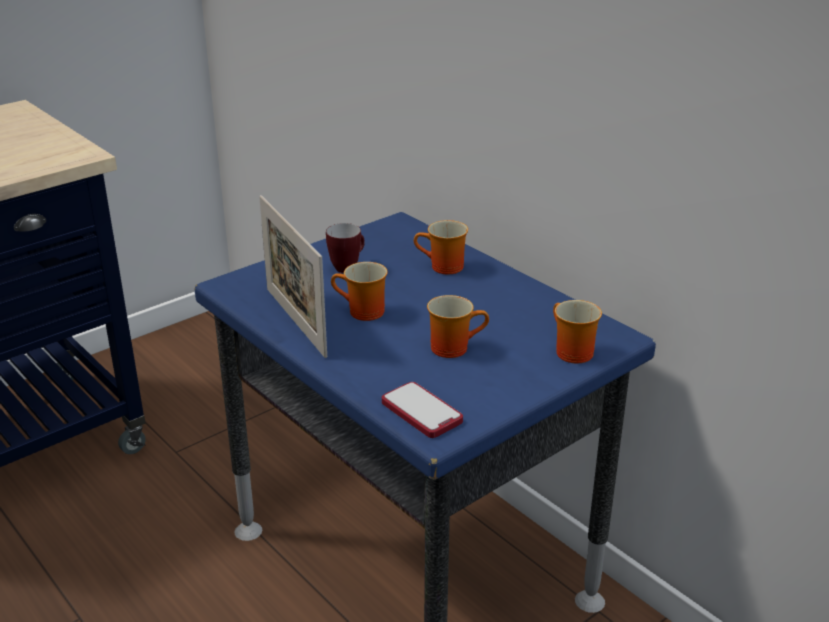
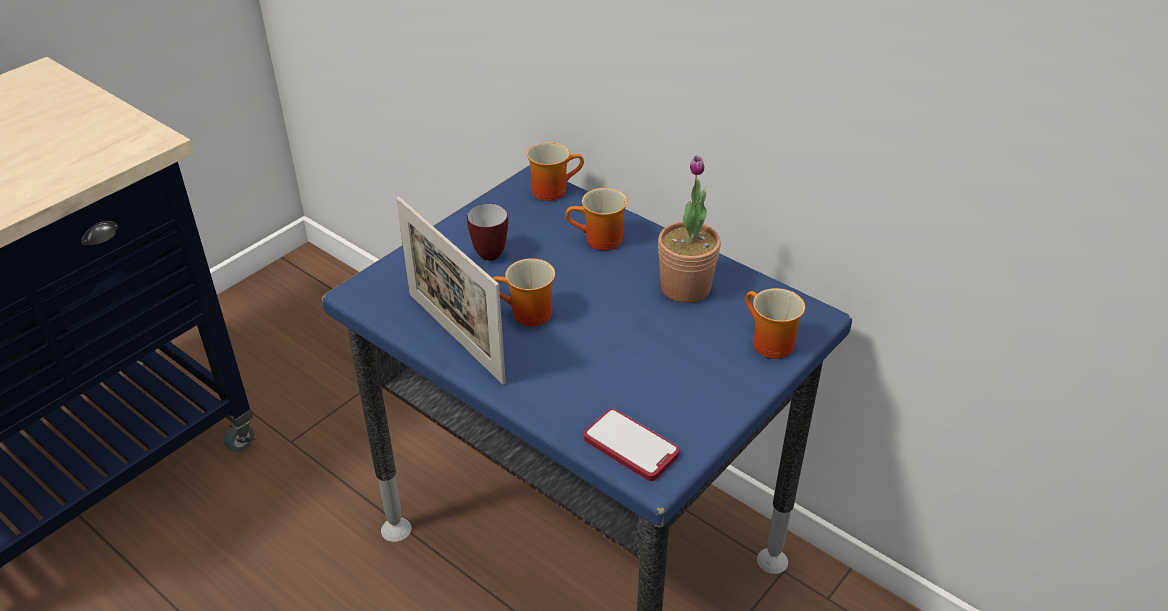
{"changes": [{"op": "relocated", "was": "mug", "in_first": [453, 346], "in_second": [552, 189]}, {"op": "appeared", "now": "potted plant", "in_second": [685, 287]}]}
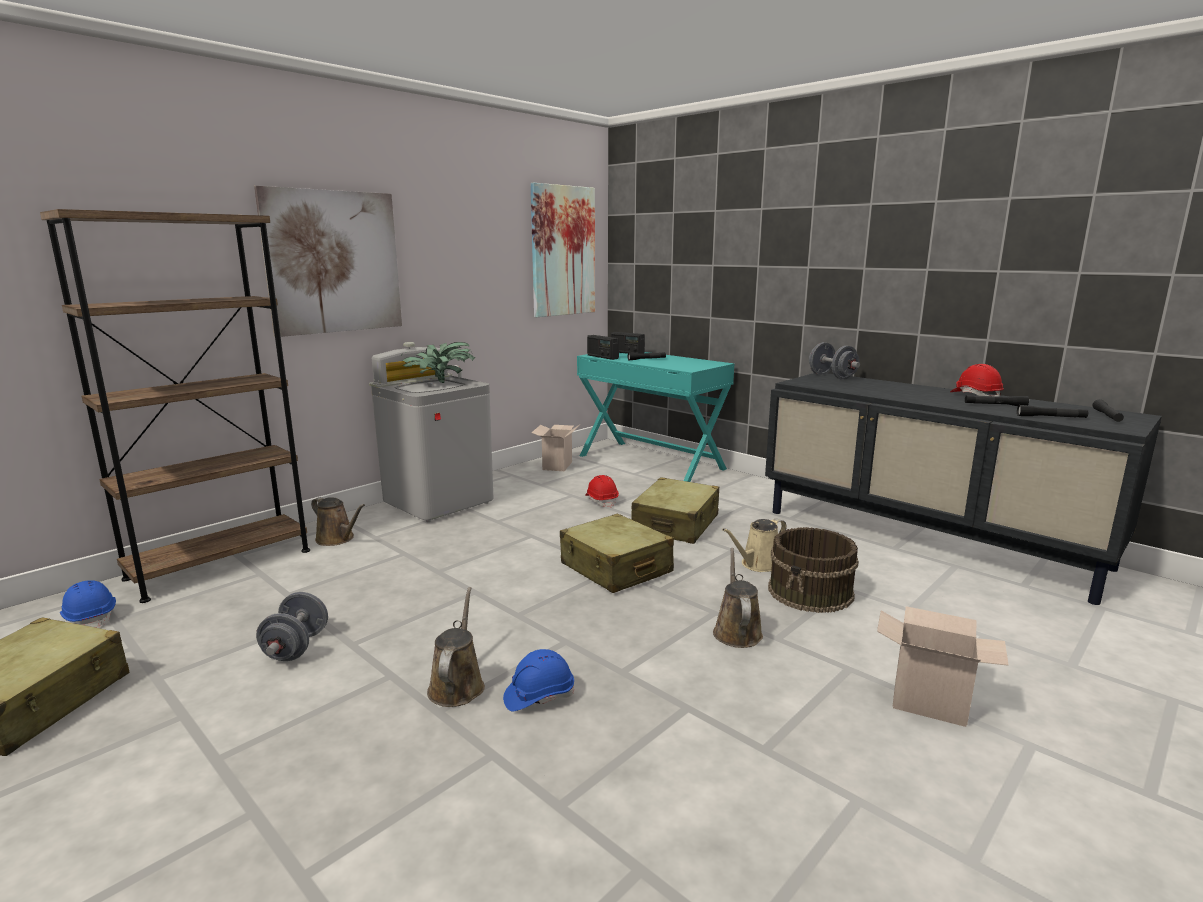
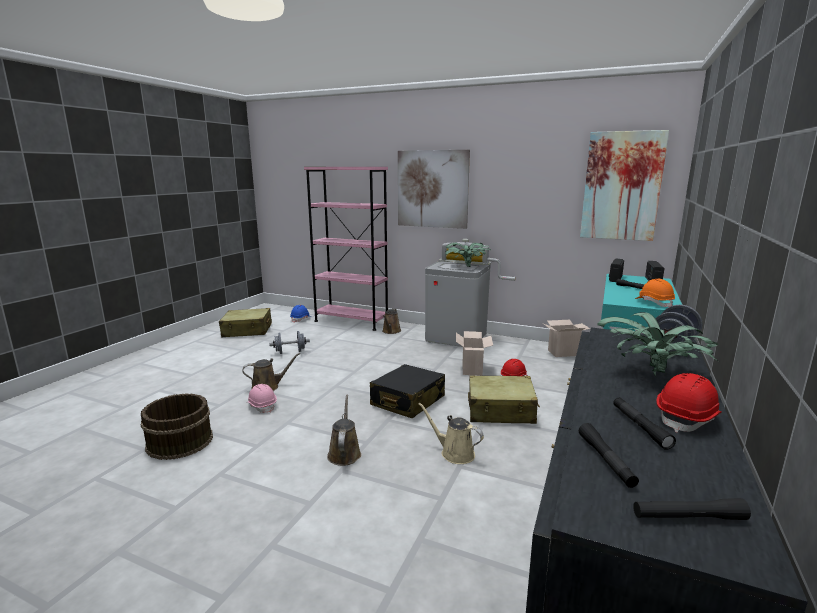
{"changes": [{"op": "colour", "was": "brown bookcase", "now": "pink bookcase", "in_first": [220, 564], "in_second": [351, 321]}, {"op": "colour", "was": "beige suitcase", "now": "black suitcase", "in_first": [615, 568], "in_second": [407, 401]}, {"op": "relocated", "was": "brown bucket", "in_first": [811, 592], "in_second": [179, 442]}, {"op": "spun", "was": "brown watering can", "in_first": [736, 631], "in_second": [344, 453], "clockwise": -75}, {"op": "relocated", "was": "cardboard box", "in_first": [931, 703], "in_second": [473, 370]}, {"op": "colour", "was": "blue hard hat", "now": "pink hard hat", "in_first": [539, 696], "in_second": [262, 406]}, {"op": "appeared", "now": "orange hard hat", "in_second": [654, 303]}, {"op": "appeared", "now": "potted plant", "in_second": [655, 375]}]}
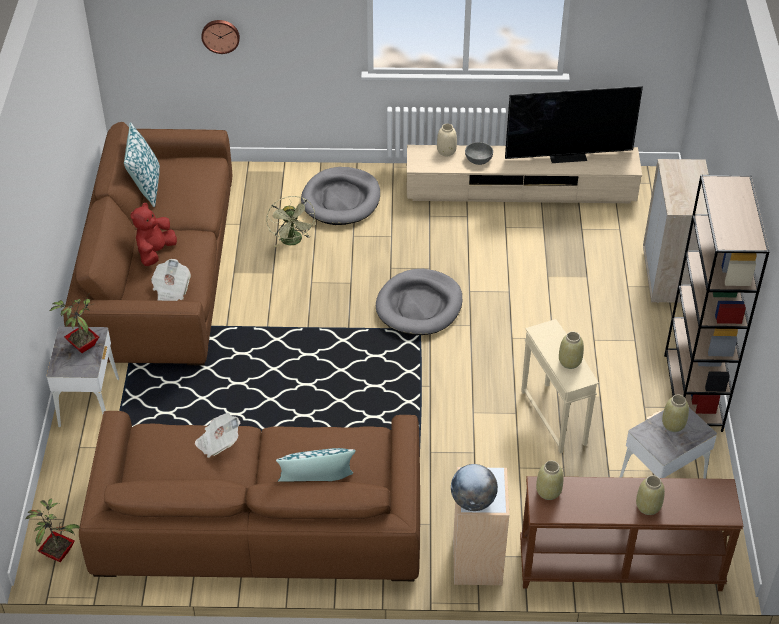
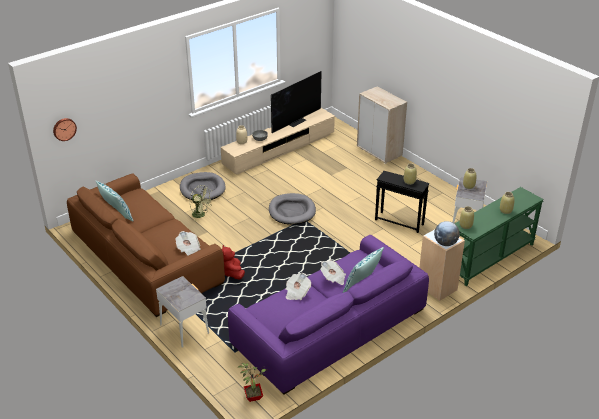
{"changes": [{"op": "relocated", "was": "wall clock", "in_first": [220, 35], "in_second": [64, 129]}, {"op": "missing", "was": "beige bookcase", "in_first": [693, 393]}, {"op": "relocated", "was": "red plush toy", "in_first": [155, 252], "in_second": [233, 273]}, {"op": "missing", "was": "potted plant", "in_first": [82, 345]}, {"op": "colour", "was": "beige side table", "now": "black side table", "in_first": [554, 417], "in_second": [399, 222]}, {"op": "colour", "was": "brown sofa", "now": "purple sofa", "in_first": [258, 520], "in_second": [329, 327]}, {"op": "colour", "was": "brown console table", "now": "green console table", "in_first": [619, 568], "in_second": [490, 258]}, {"op": "appeared", "now": "newspaper", "in_second": [333, 278]}]}
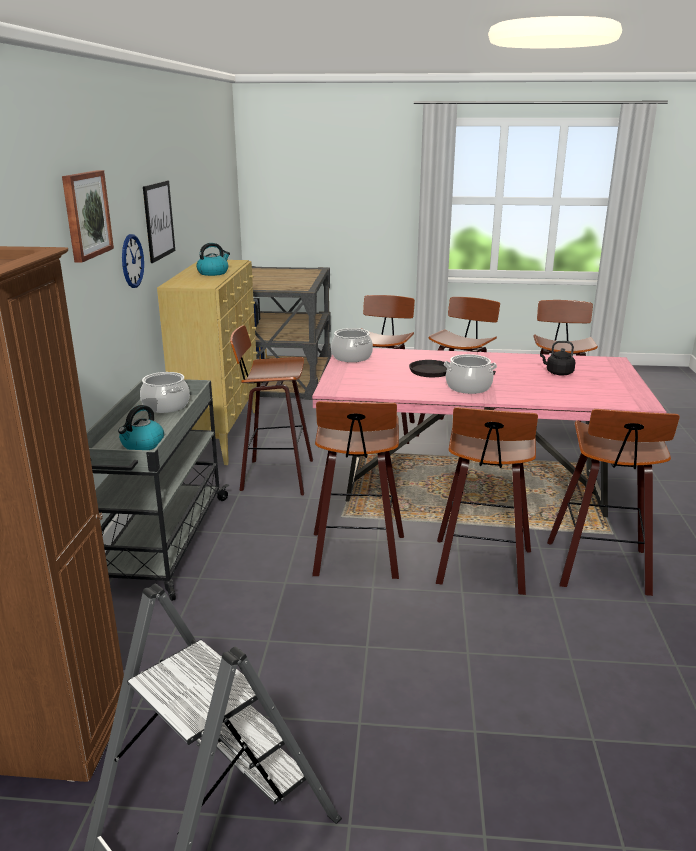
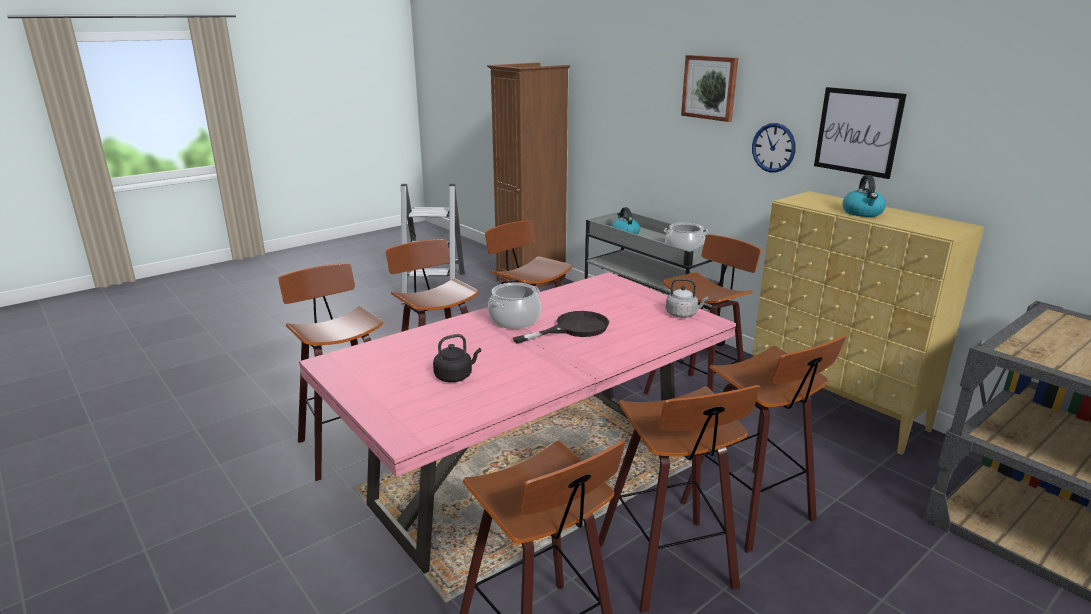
{"changes": [{"op": "exchanged", "was": "cooking pot", "now": "grey kettle", "in_first": [351, 357], "in_second": [683, 314]}]}
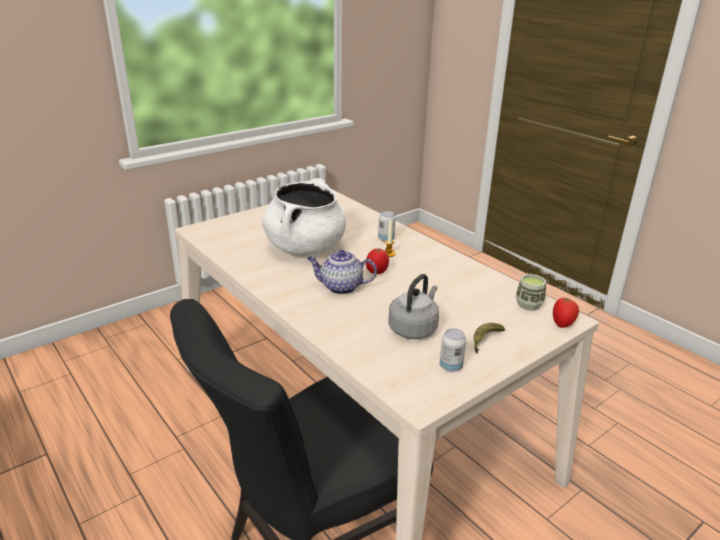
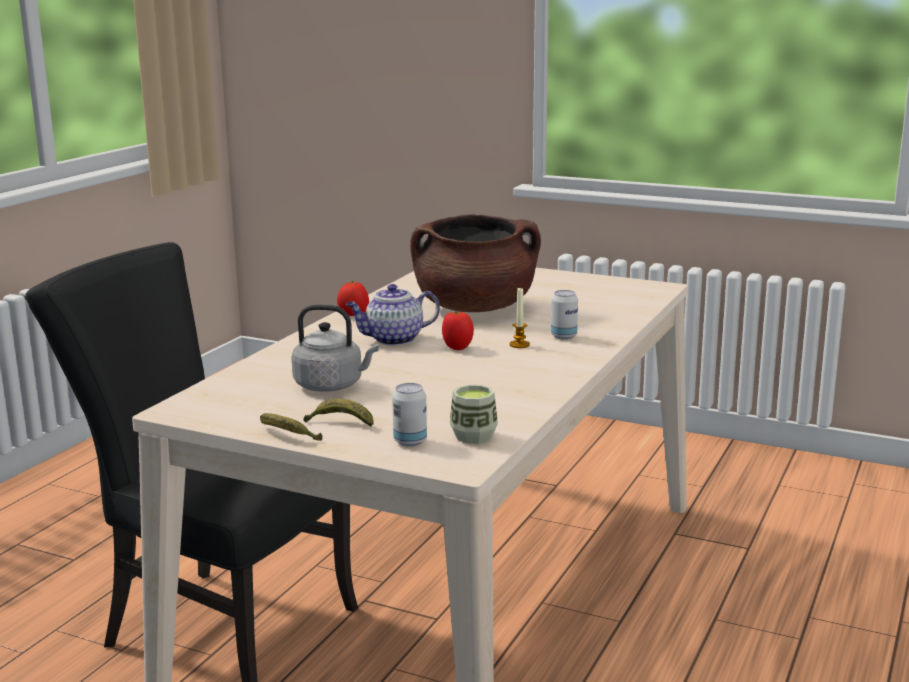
{"changes": [{"op": "colour", "was": "white cooking pot", "now": "brown cooking pot", "in_first": [305, 247], "in_second": [475, 308]}, {"op": "spun", "was": "teapot", "in_first": [340, 287], "in_second": [393, 340], "clockwise": -90}, {"op": "relocated", "was": "tomato", "in_first": [562, 324], "in_second": [353, 315]}, {"op": "relocated", "was": "can", "in_first": [450, 367], "in_second": [410, 441]}, {"op": "appeared", "now": "banana", "in_second": [287, 436]}]}
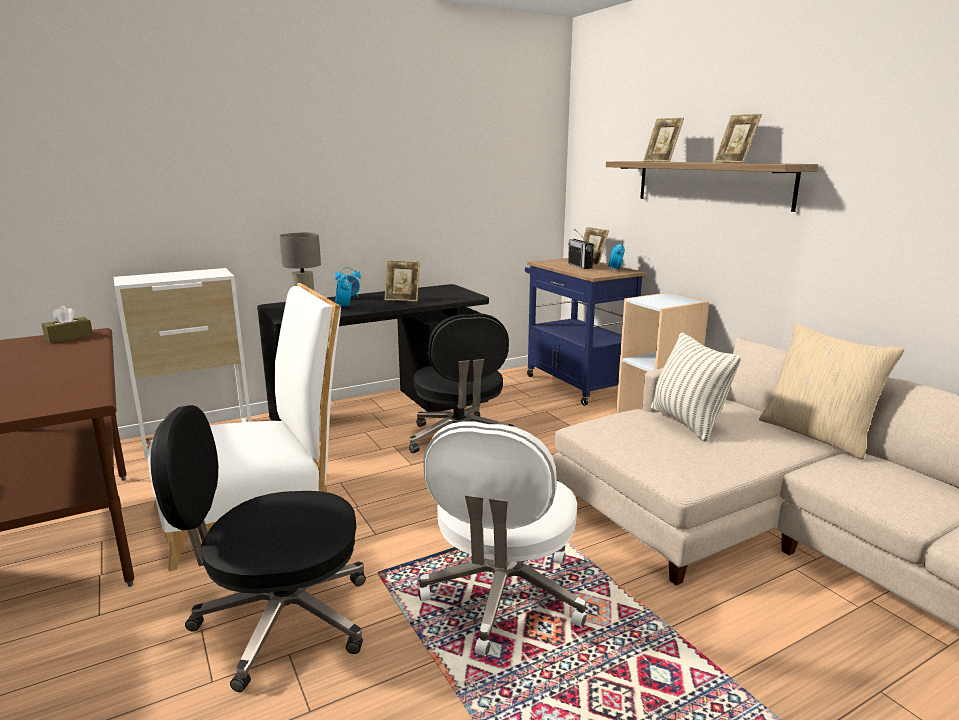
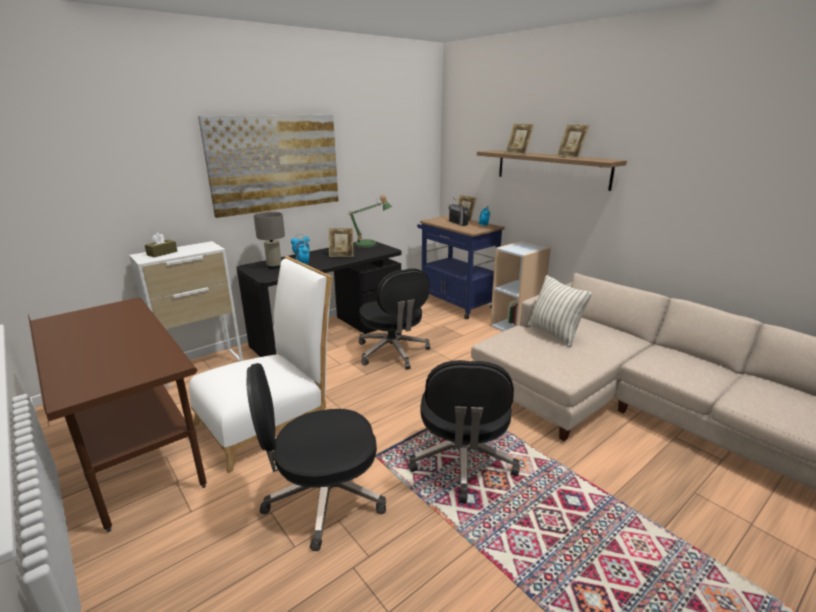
{"changes": [{"op": "relocated", "was": "brown tissue box", "in_first": [69, 337], "in_second": [162, 253]}, {"op": "missing", "was": "beige pillow", "in_first": [817, 435]}, {"op": "colour", "was": "white office chair", "now": "black office chair", "in_first": [503, 597], "in_second": [462, 462]}, {"op": "appeared", "now": "picture", "in_second": [275, 163]}, {"op": "appeared", "now": "table lamp", "in_second": [369, 245]}]}
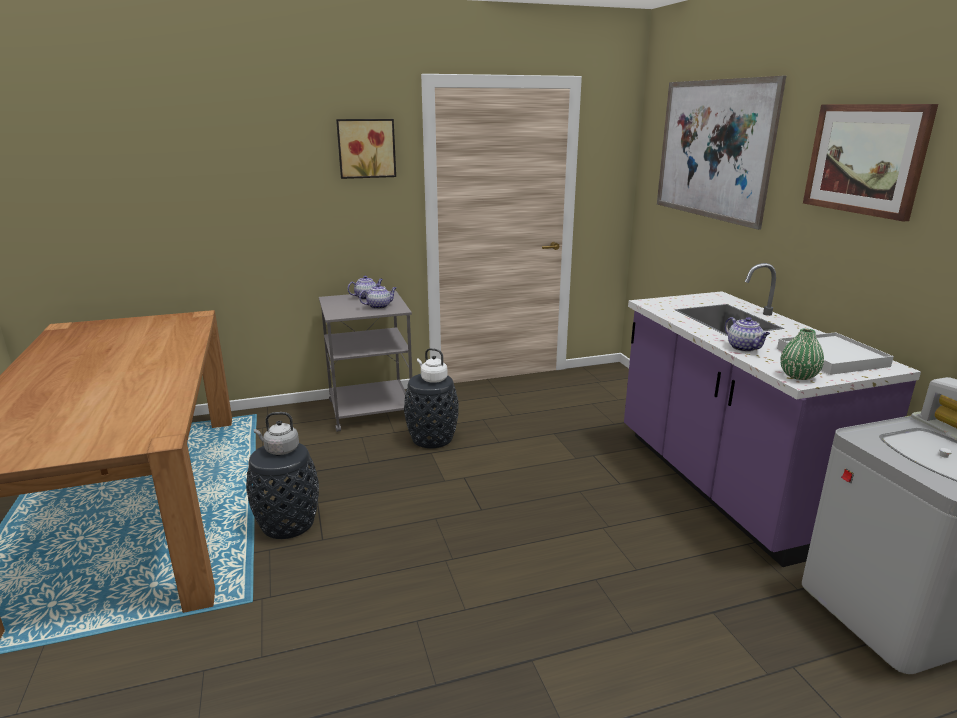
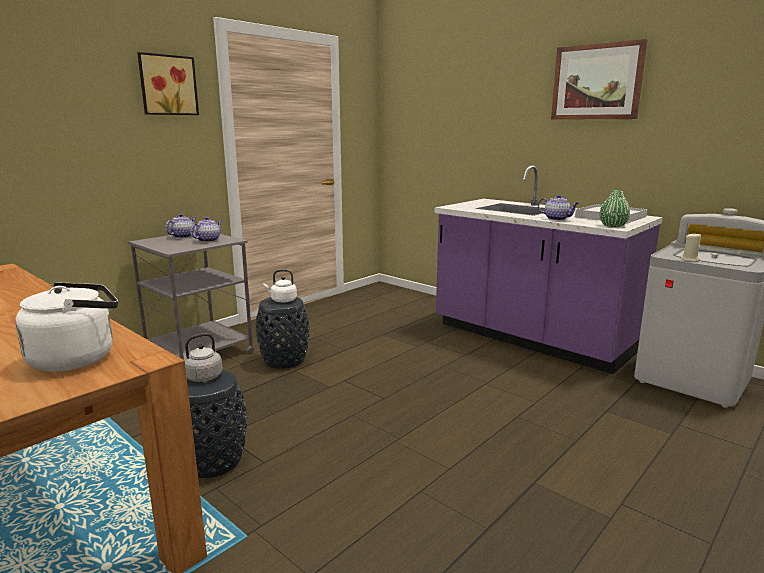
{"changes": [{"op": "missing", "was": "picture", "in_first": [712, 149]}, {"op": "appeared", "now": "beige candle", "in_second": [690, 260]}, {"op": "appeared", "now": "white kettle", "in_second": [78, 358]}]}
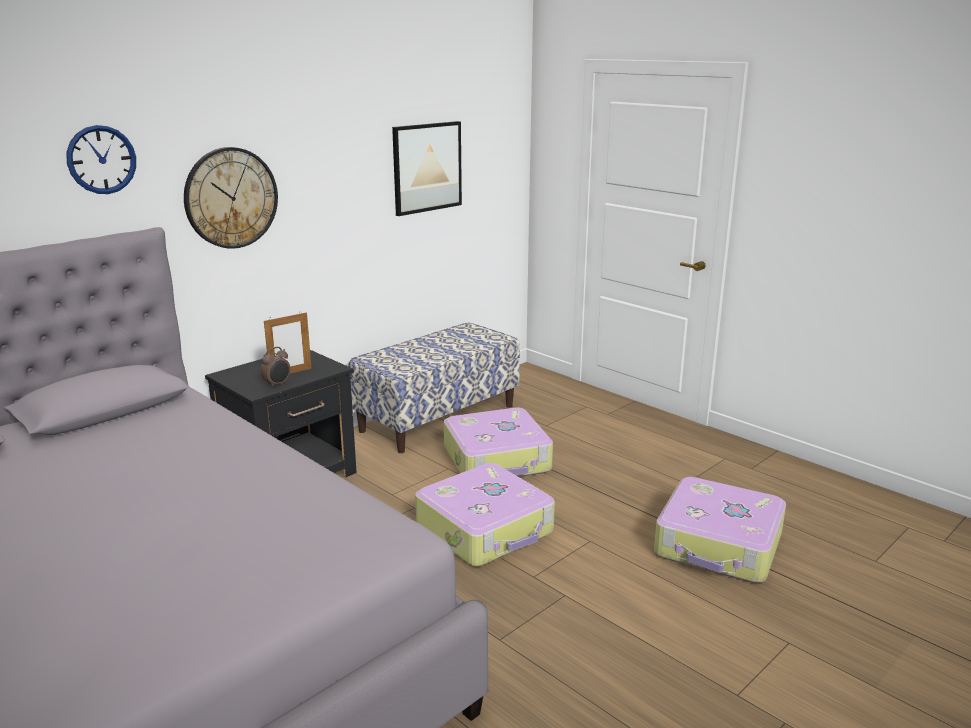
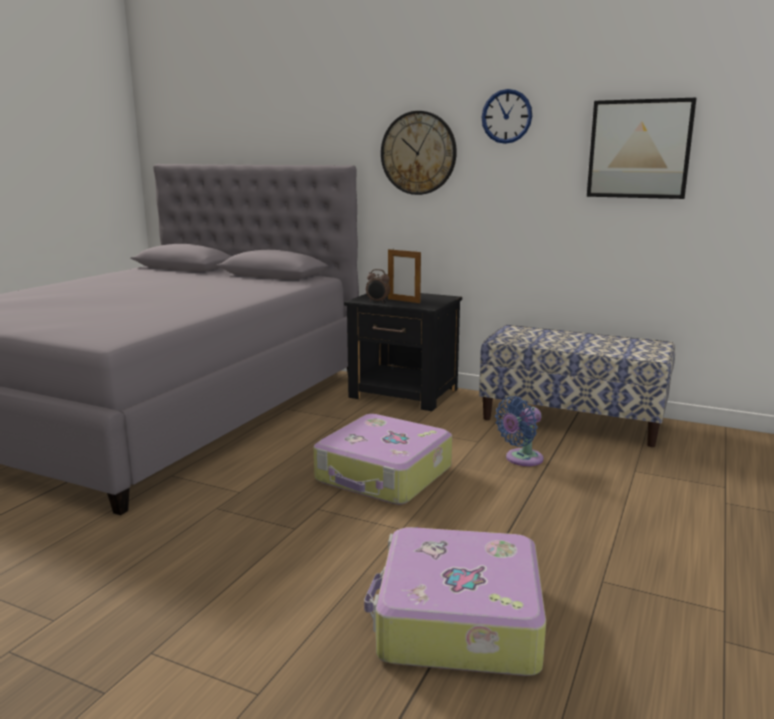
{"changes": [{"op": "relocated", "was": "wall clock", "in_first": [101, 159], "in_second": [506, 116]}, {"op": "exchanged", "was": "suitcase", "now": "blue fan", "in_first": [498, 460], "in_second": [521, 459]}]}
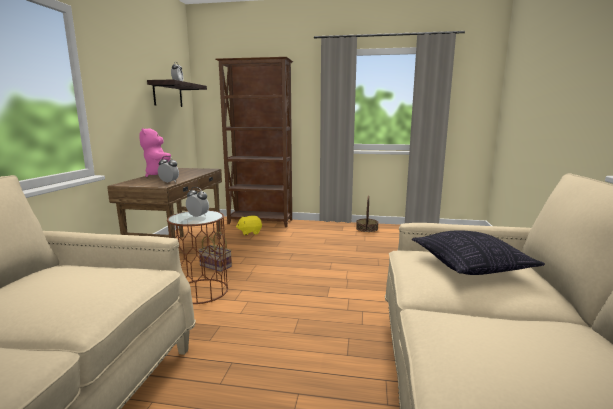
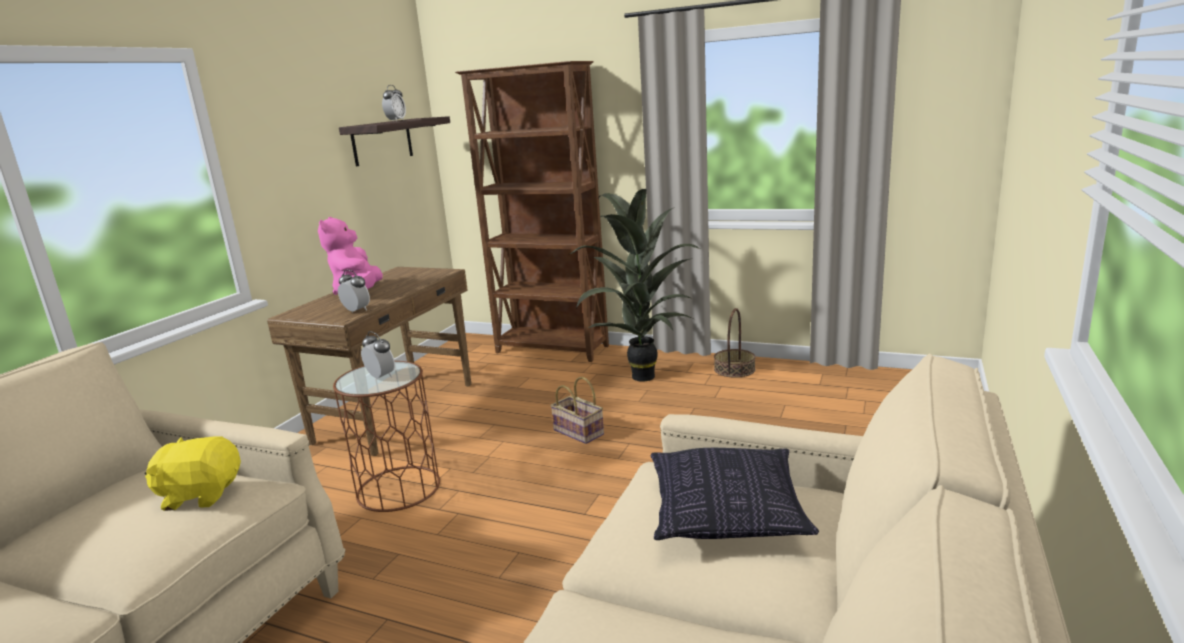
{"changes": [{"op": "relocated", "was": "yellow plush toy", "in_first": [250, 232], "in_second": [201, 495]}, {"op": "relocated", "was": "basket", "in_first": [216, 266], "in_second": [580, 432]}, {"op": "appeared", "now": "potted plant", "in_second": [641, 379]}]}
